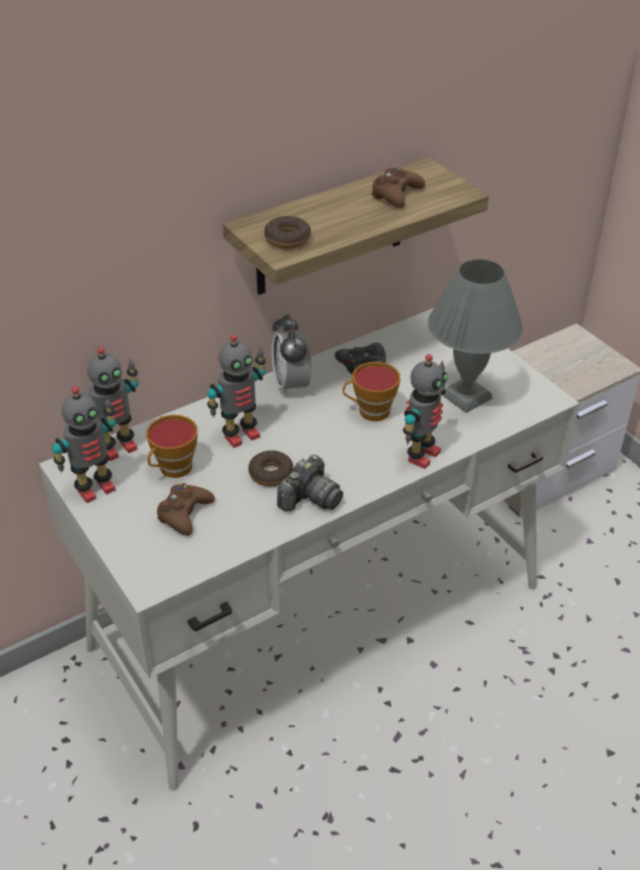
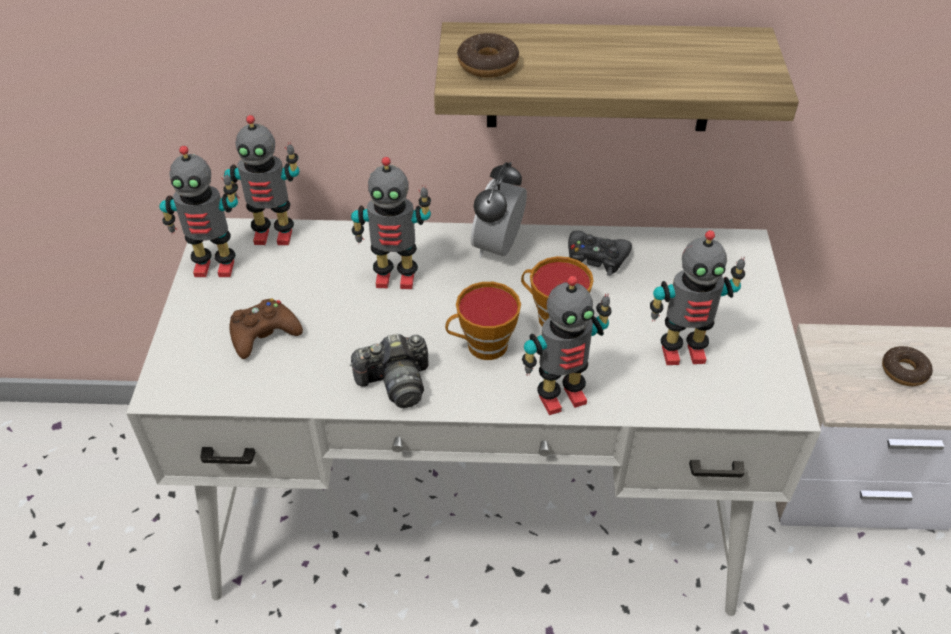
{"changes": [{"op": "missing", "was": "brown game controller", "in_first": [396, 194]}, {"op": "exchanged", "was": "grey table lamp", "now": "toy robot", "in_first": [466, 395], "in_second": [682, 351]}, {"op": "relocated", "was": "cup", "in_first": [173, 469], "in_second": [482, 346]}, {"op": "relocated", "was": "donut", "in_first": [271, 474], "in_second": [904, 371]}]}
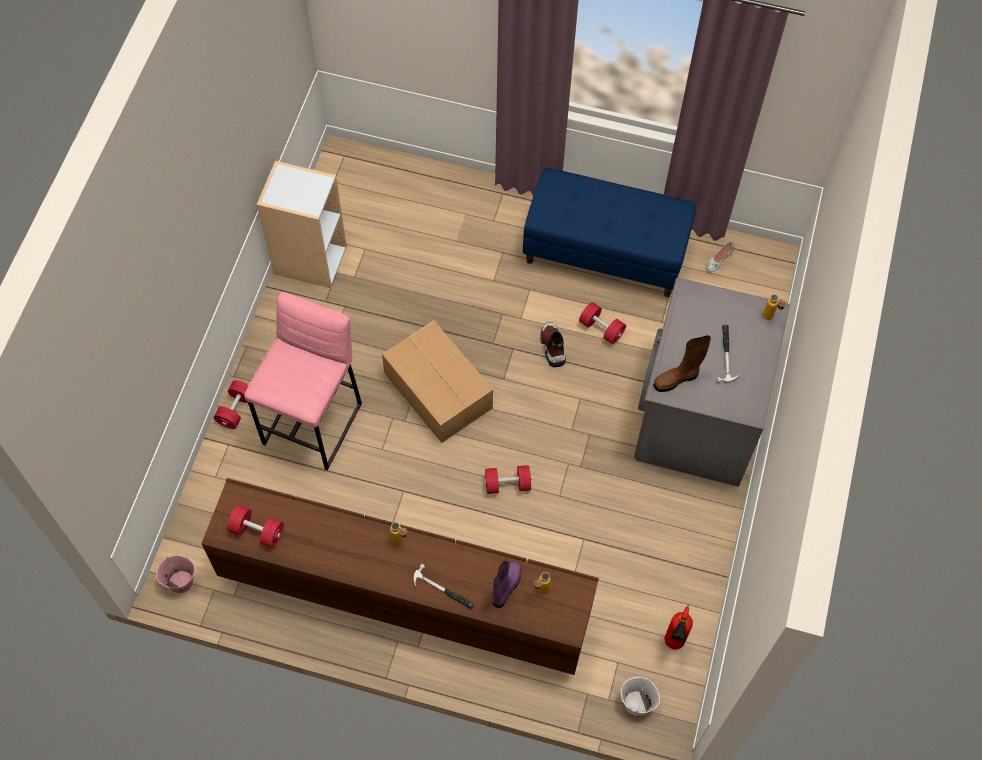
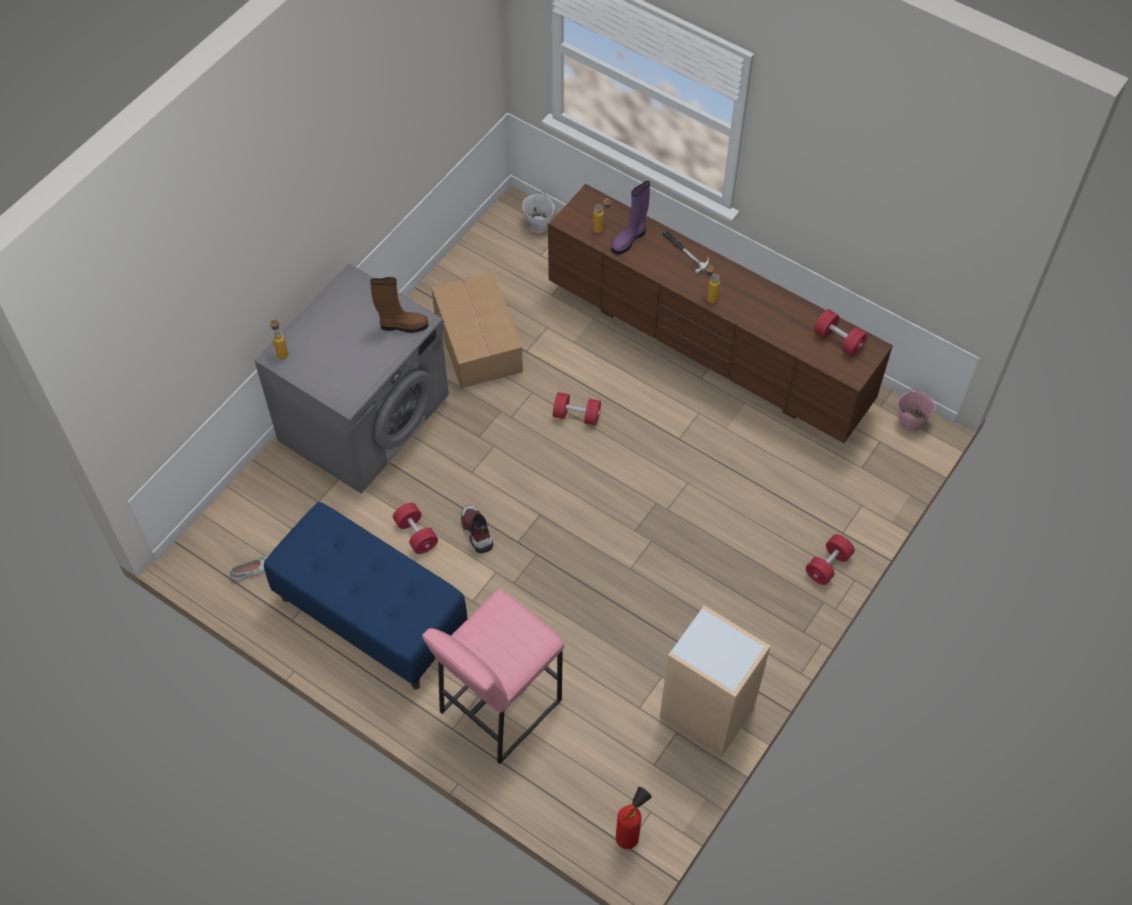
{"changes": [{"op": "relocated", "was": "pink stool", "in_first": [313, 422], "in_second": [499, 707]}, {"op": "relocated", "was": "cardboard box", "in_first": [438, 392], "in_second": [478, 340]}, {"op": "spun", "was": "boot", "in_first": [552, 347], "in_second": [476, 531], "clockwise": 150}, {"op": "missing", "was": "hammer", "in_first": [726, 355]}, {"op": "relocated", "was": "fire extinguisher", "in_first": [673, 645], "in_second": [630, 835]}]}
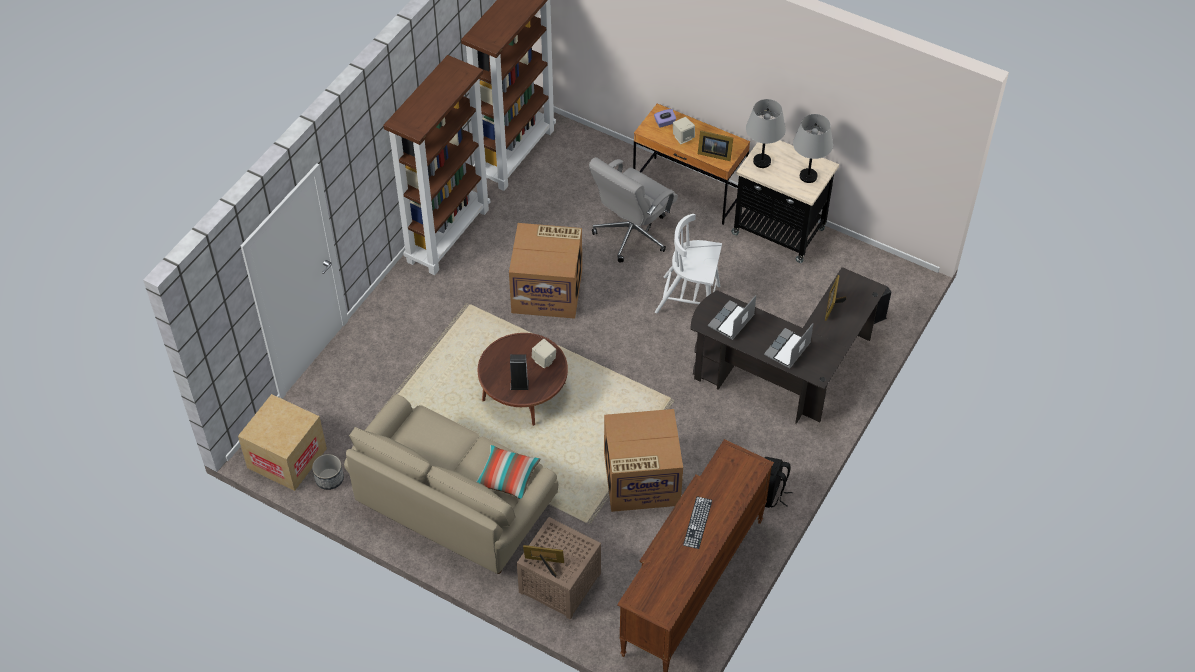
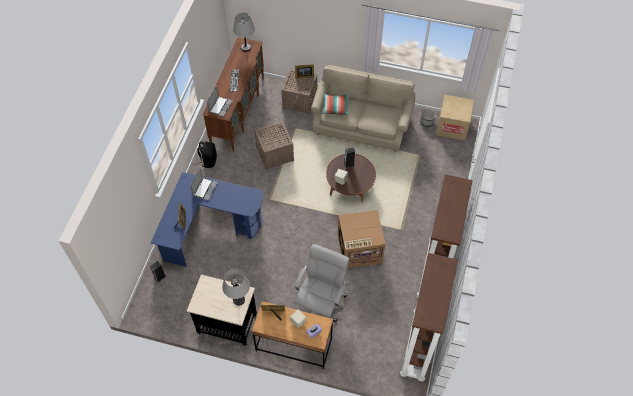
{"changes": [{"op": "relocated", "was": "grey table lamp", "in_first": [808, 176], "in_second": [246, 48]}, {"op": "missing", "was": "white chair", "in_first": [689, 299]}, {"op": "colour", "was": "black desk", "now": "blue desk", "in_first": [788, 375], "in_second": [208, 227]}, {"op": "relocated", "was": "laptop", "in_first": [731, 322], "in_second": [220, 106]}, {"op": "exchanged", "was": "cardboard box", "now": "brown side table", "in_first": [640, 480], "in_second": [275, 153]}]}
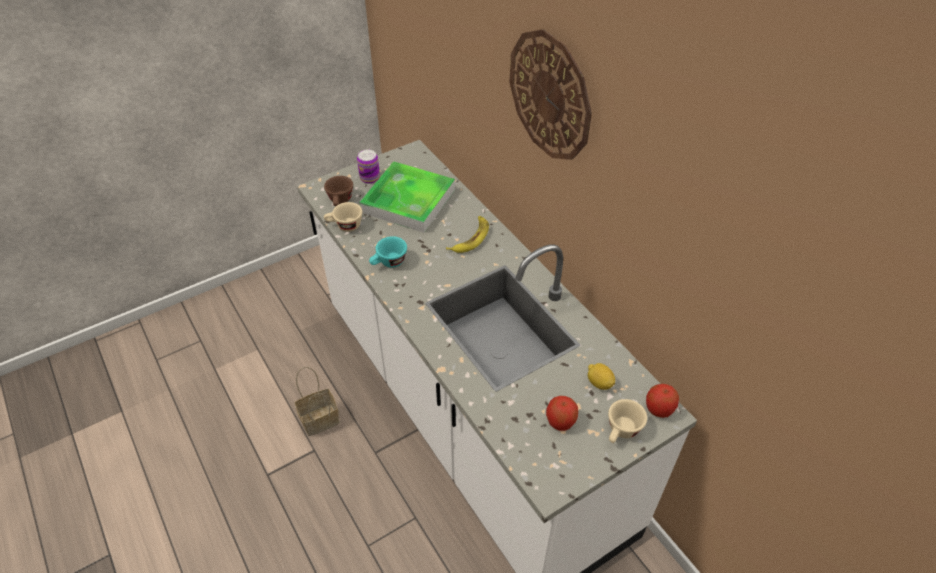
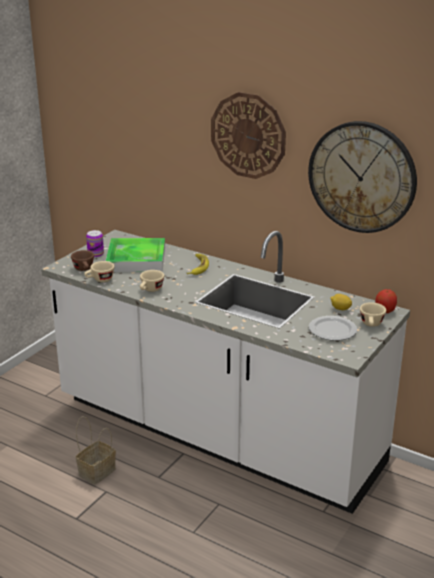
{"changes": [{"op": "colour", "was": "turquoise cup", "now": "beige cup", "in_first": [388, 263], "in_second": [150, 290]}, {"op": "exchanged", "was": "apple", "now": "plate", "in_first": [560, 422], "in_second": [331, 330]}, {"op": "appeared", "now": "wall clock", "in_second": [362, 177]}]}
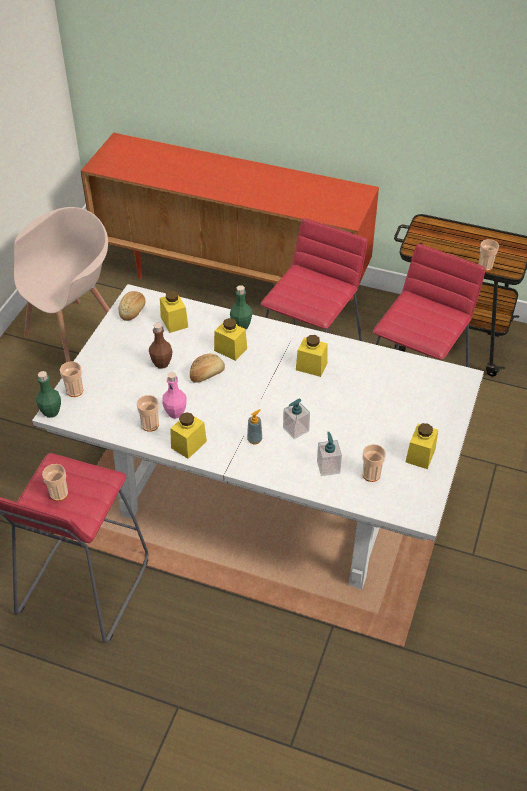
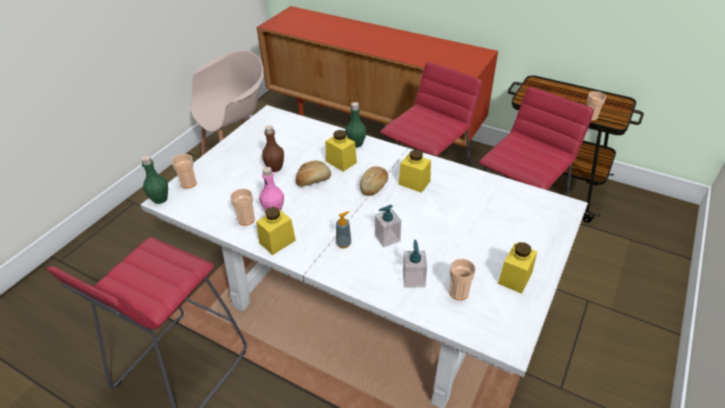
{"changes": [{"op": "relocated", "was": "bread", "in_first": [133, 311], "in_second": [374, 186]}, {"op": "missing", "was": "yellow jar", "in_first": [174, 322]}, {"op": "missing", "was": "cup", "in_first": [59, 494]}]}
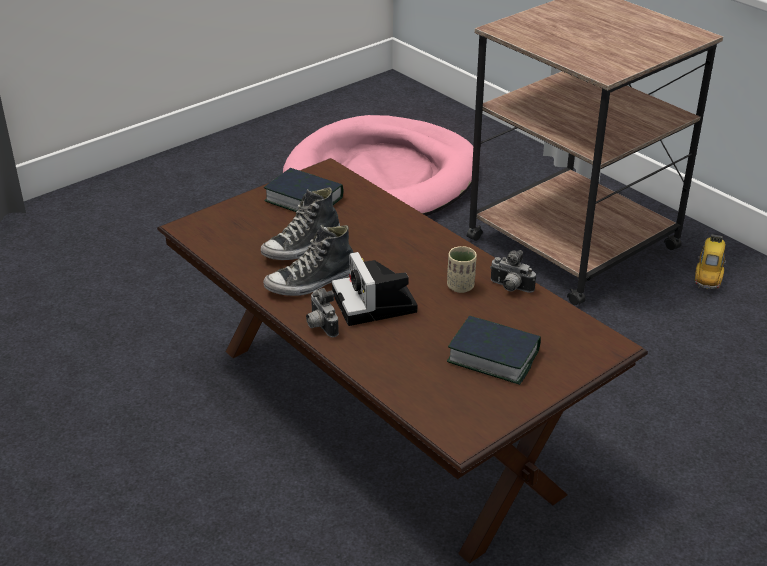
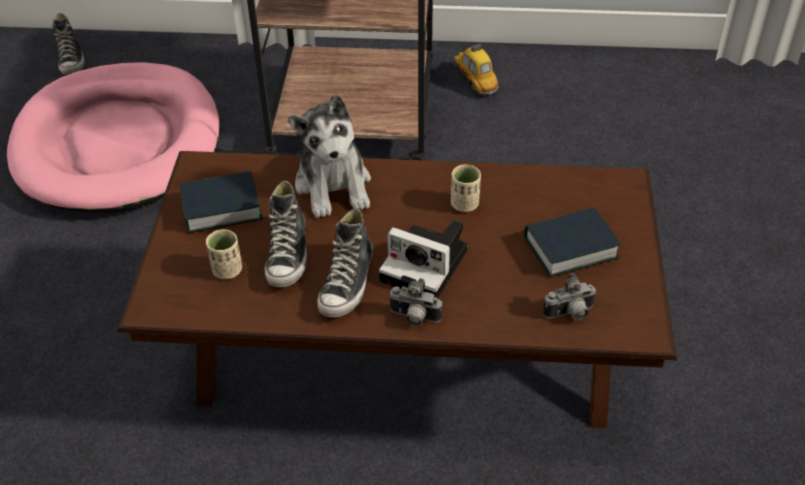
{"changes": [{"op": "relocated", "was": "photo camera", "in_first": [510, 288], "in_second": [570, 314]}, {"op": "appeared", "now": "shoe", "in_second": [71, 60]}, {"op": "appeared", "now": "plush toy", "in_second": [334, 185]}, {"op": "appeared", "now": "beige cup", "in_second": [227, 270]}]}
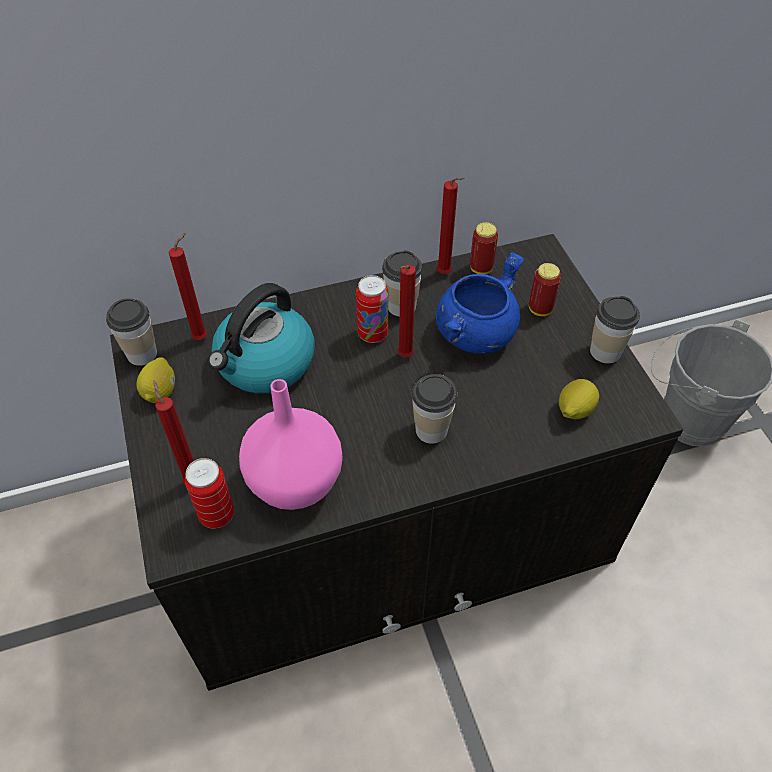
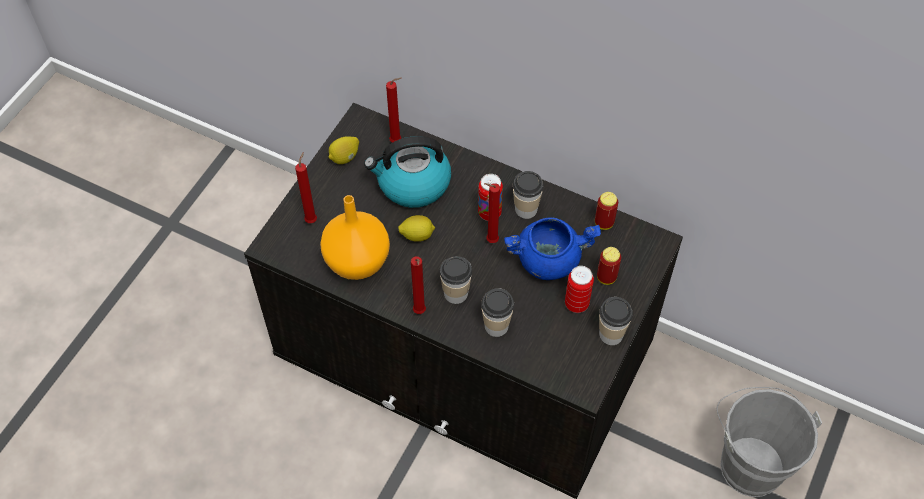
{"changes": [{"op": "relocated", "was": "red candle", "in_first": [446, 274], "in_second": [419, 313]}, {"op": "relocated", "was": "cup", "in_first": [141, 353], "in_second": [496, 326]}, {"op": "colour", "was": "pink vase", "now": "orange vase", "in_first": [297, 484], "in_second": [357, 263]}, {"op": "relocated", "was": "lemon", "in_first": [574, 410], "in_second": [417, 235]}, {"op": "relocated", "was": "can", "in_first": [217, 515], "in_second": [576, 304]}]}
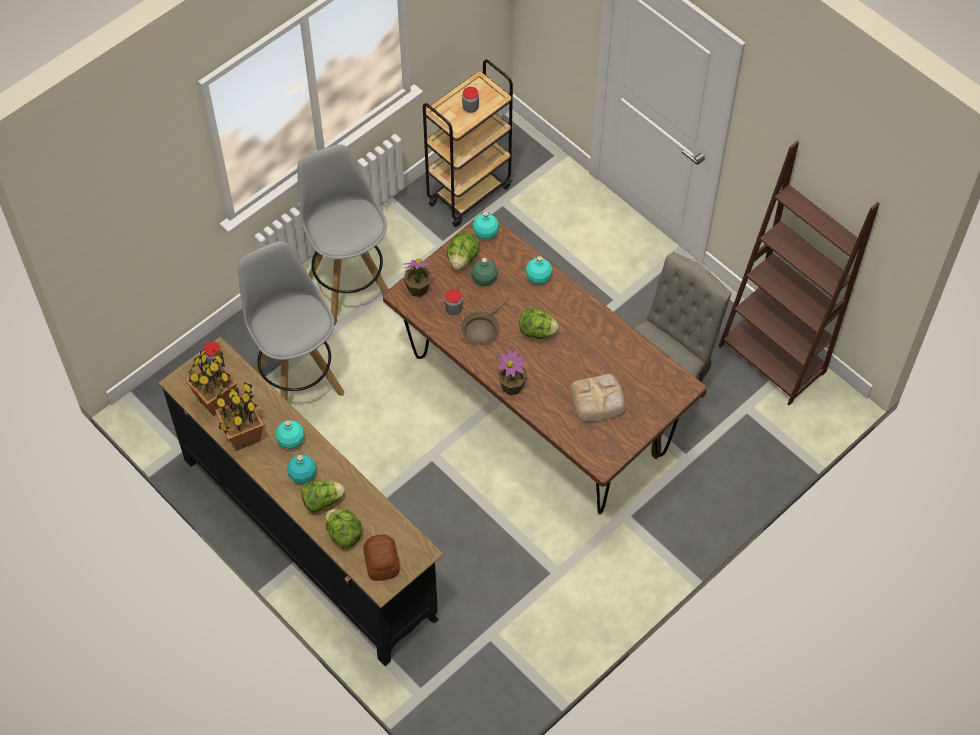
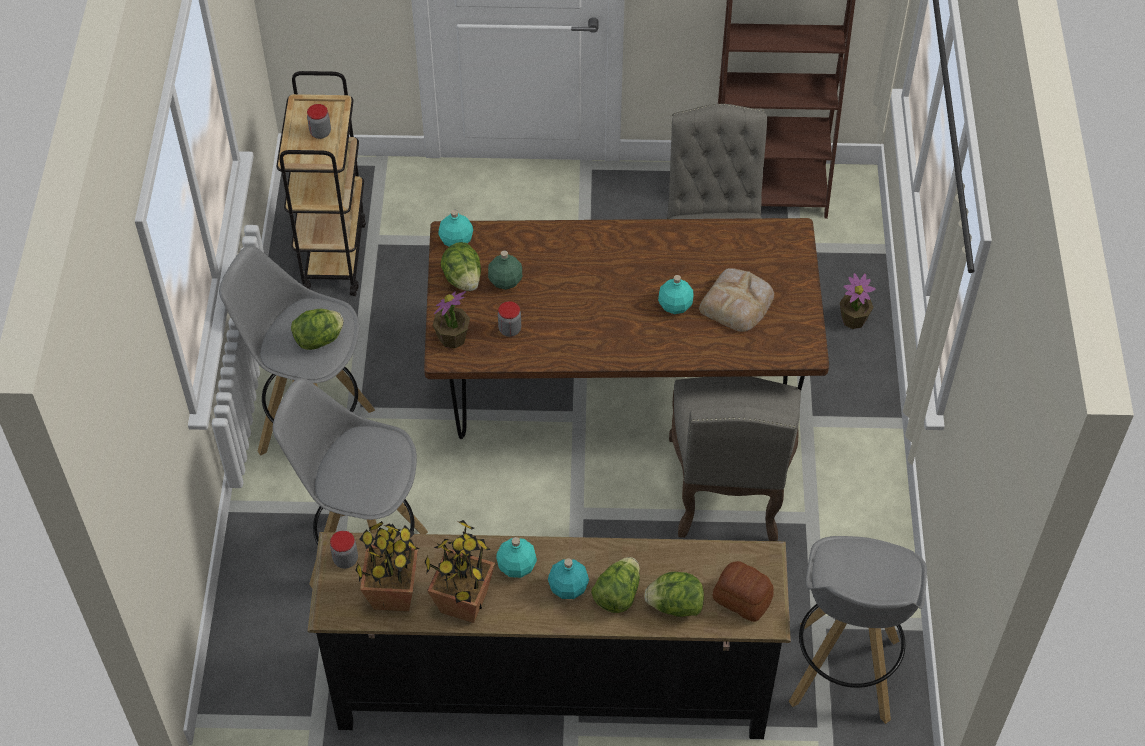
{"changes": [{"op": "relocated", "was": "turquoise bottle", "in_first": [539, 277], "in_second": [675, 305]}, {"op": "missing", "was": "brown frying pan", "in_first": [482, 329]}, {"op": "relocated", "was": "lettuce", "in_first": [537, 332], "in_second": [319, 340]}, {"op": "relocated", "was": "potted plant", "in_first": [512, 386], "in_second": [853, 319]}, {"op": "appeared", "now": "grey chair", "in_second": [728, 493]}, {"op": "appeared", "now": "grey stool", "in_second": [842, 673]}]}
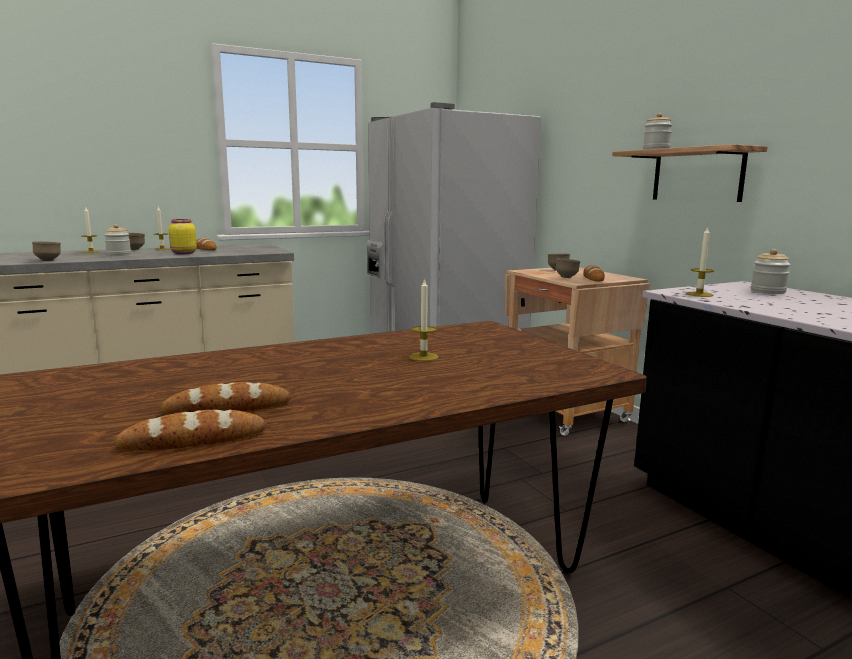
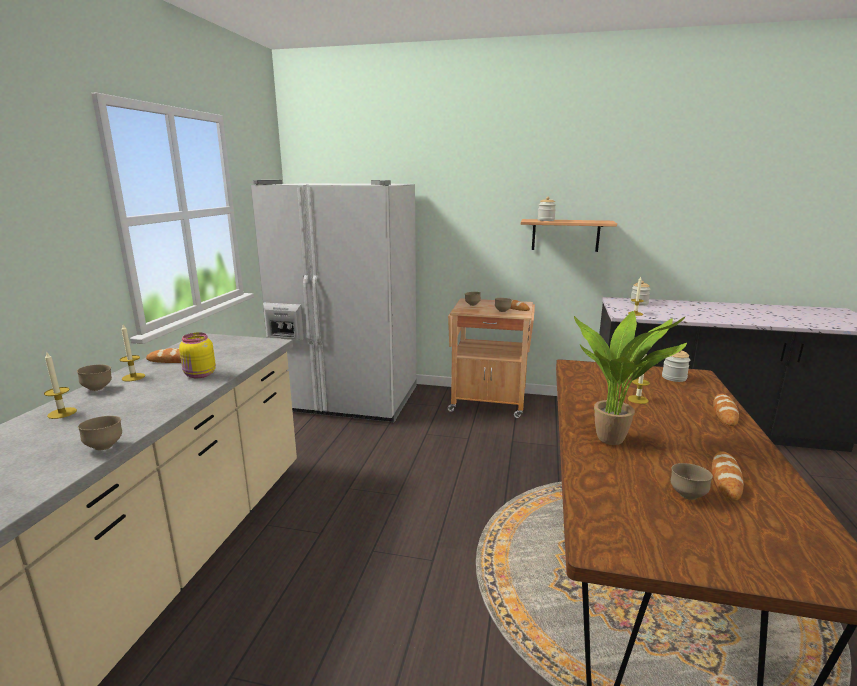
{"changes": [{"op": "relocated", "was": "jar", "in_first": [119, 254], "in_second": [674, 377]}, {"op": "relocated", "was": "bread", "in_first": [194, 439], "in_second": [724, 412]}, {"op": "appeared", "now": "potted plant", "in_second": [614, 439]}, {"op": "appeared", "now": "brown bowl", "in_second": [687, 495]}]}
